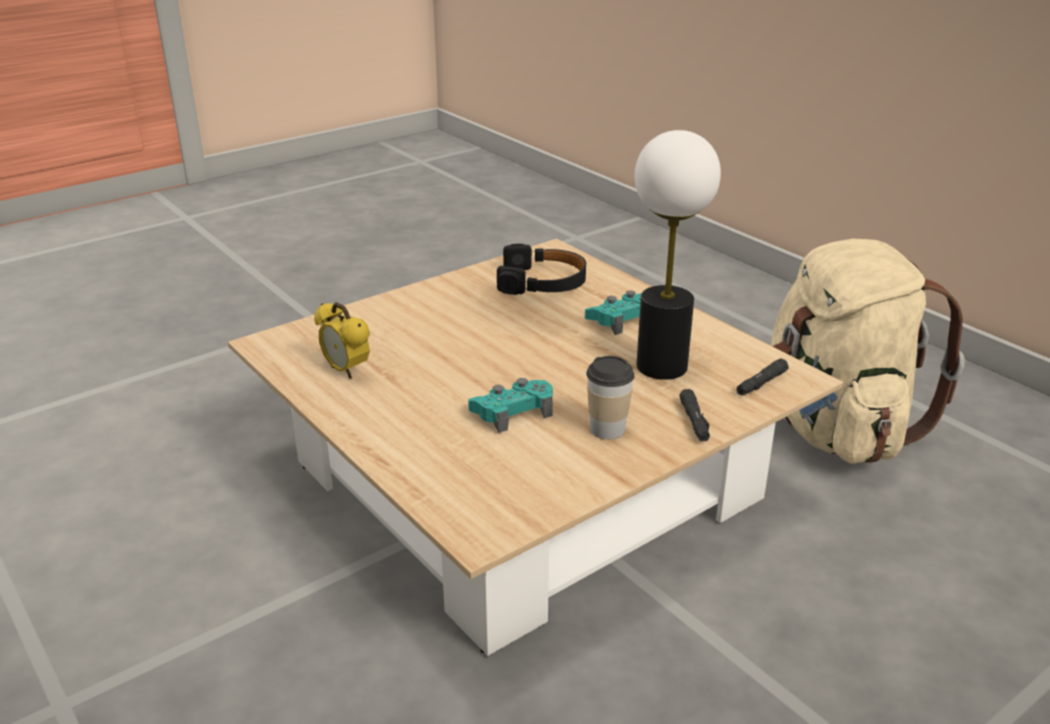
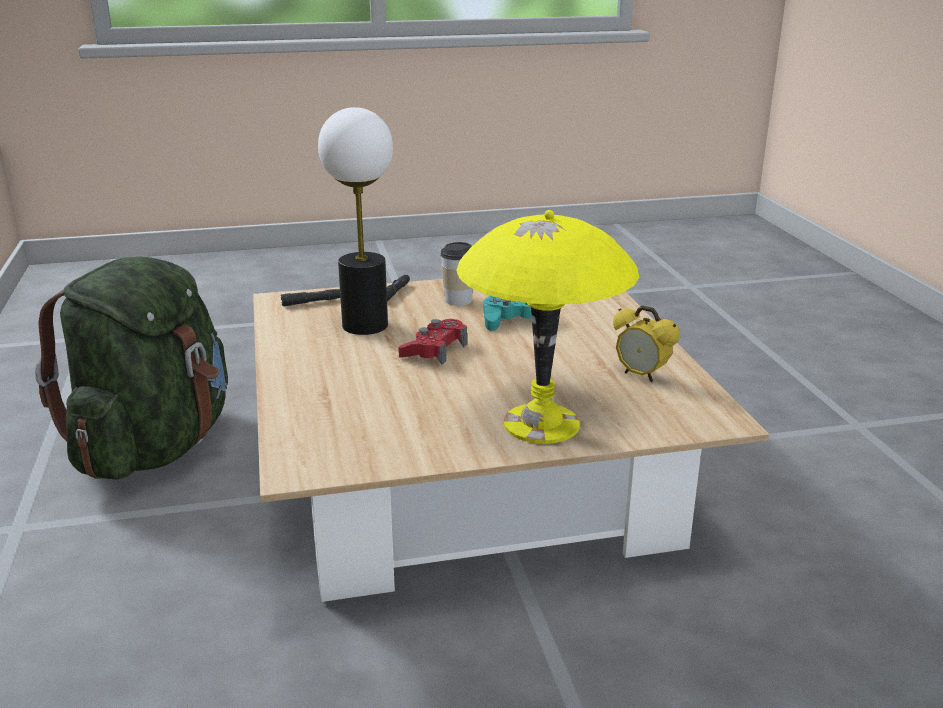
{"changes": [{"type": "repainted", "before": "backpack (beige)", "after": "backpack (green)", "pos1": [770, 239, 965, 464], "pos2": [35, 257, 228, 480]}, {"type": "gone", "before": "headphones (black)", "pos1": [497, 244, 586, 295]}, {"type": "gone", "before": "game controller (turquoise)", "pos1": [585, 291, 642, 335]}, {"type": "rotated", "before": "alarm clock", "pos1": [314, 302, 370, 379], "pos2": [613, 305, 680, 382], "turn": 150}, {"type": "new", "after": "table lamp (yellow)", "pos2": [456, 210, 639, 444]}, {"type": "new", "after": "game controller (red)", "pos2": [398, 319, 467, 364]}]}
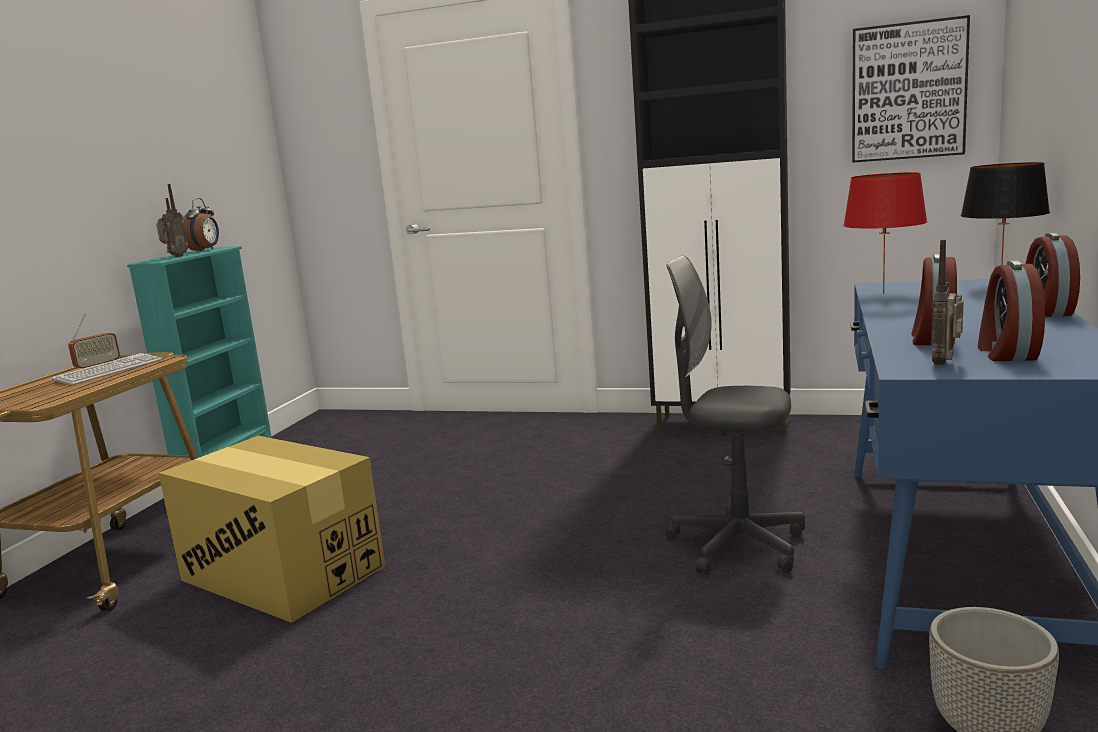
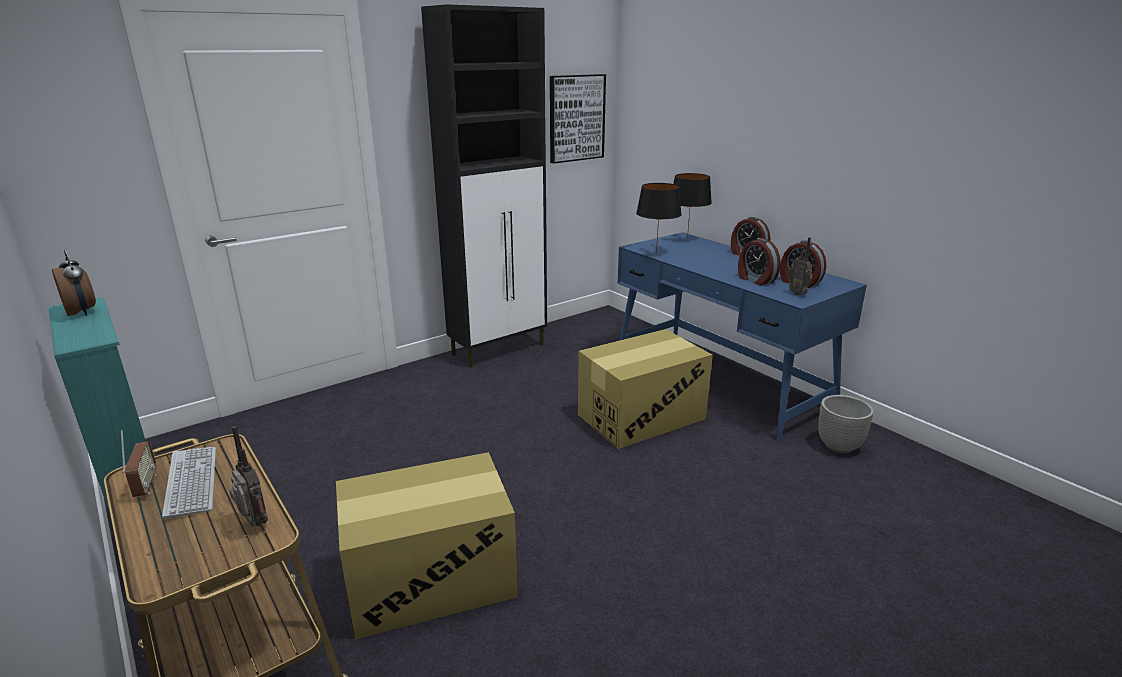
{"changes": [{"type": "repainted", "before": "table lamp (red)", "after": "table lamp (black)", "pos1": [843, 172, 927, 294], "pos2": [636, 183, 682, 253]}, {"type": "shifted", "before": "radio", "pos1": [156, 184, 188, 257], "pos2": [229, 426, 268, 527]}, {"type": "swapped", "before": "office chair (grey)", "after": "cardboard box", "pos1": [665, 256, 805, 575], "pos2": [578, 329, 713, 449]}]}
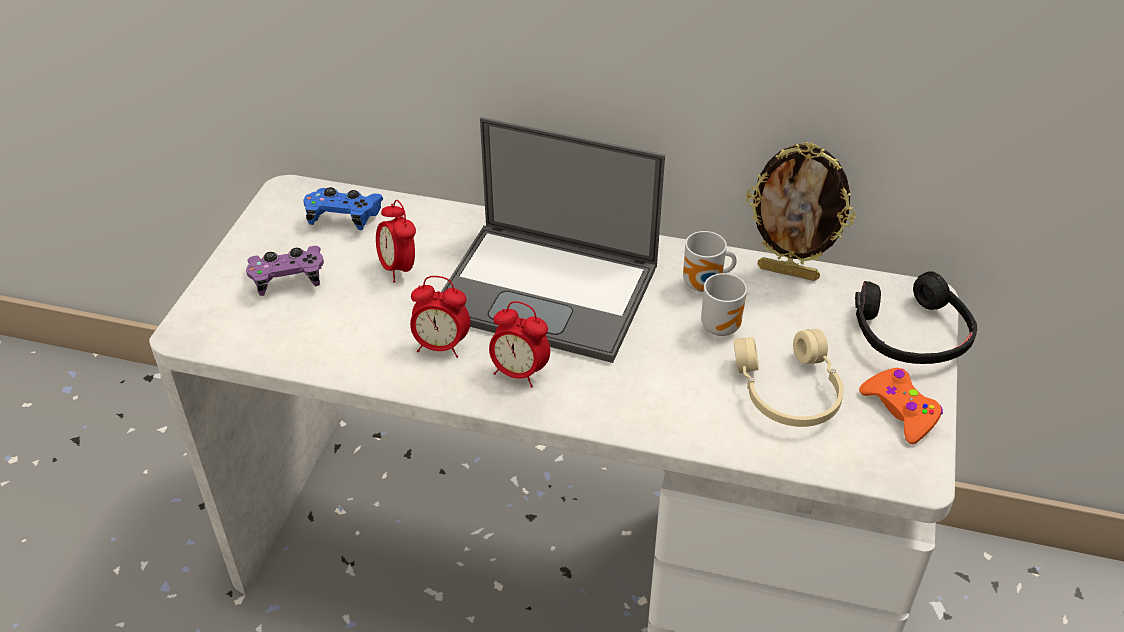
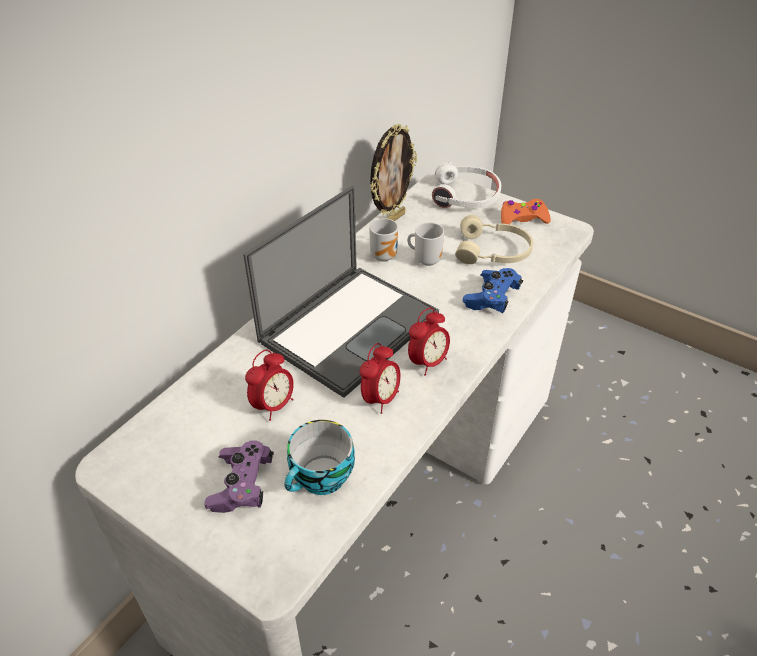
{"changes": [{"type": "shifted", "before": "game controller (blue)", "pos1": [303, 187, 384, 230], "pos2": [463, 268, 523, 313]}, {"type": "rotated", "before": "alarm clock", "pos1": [376, 200, 416, 282], "pos2": [245, 349, 294, 421], "turn": -45}, {"type": "repainted", "before": "headphones (black)", "after": "headphones (white)", "pos1": [855, 271, 977, 364], "pos2": [432, 162, 501, 208]}, {"type": "new", "after": "cup", "pos2": [284, 420, 355, 495]}]}
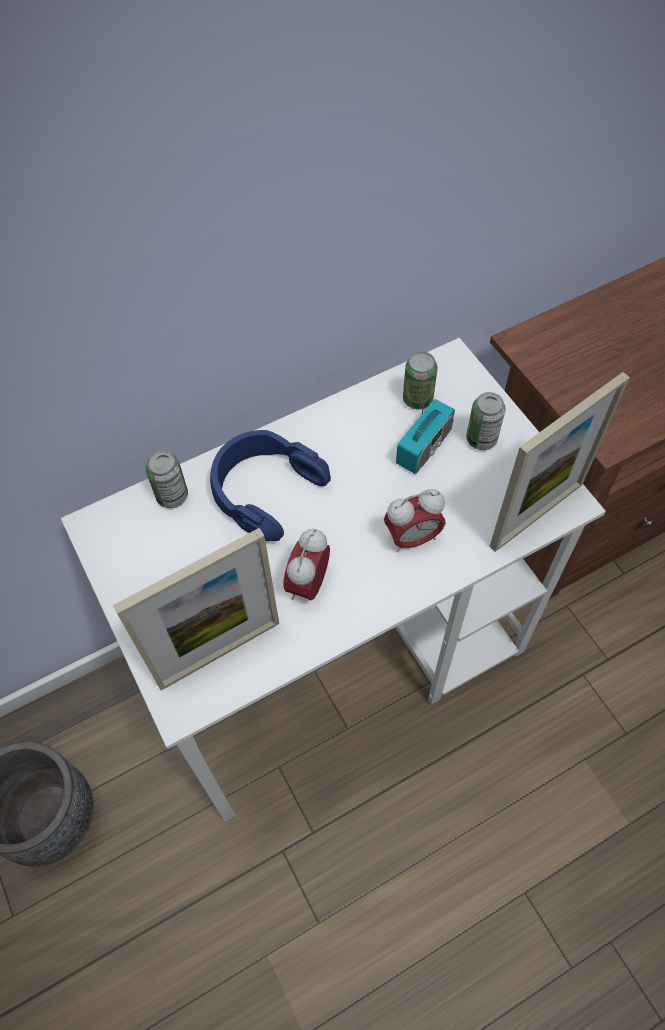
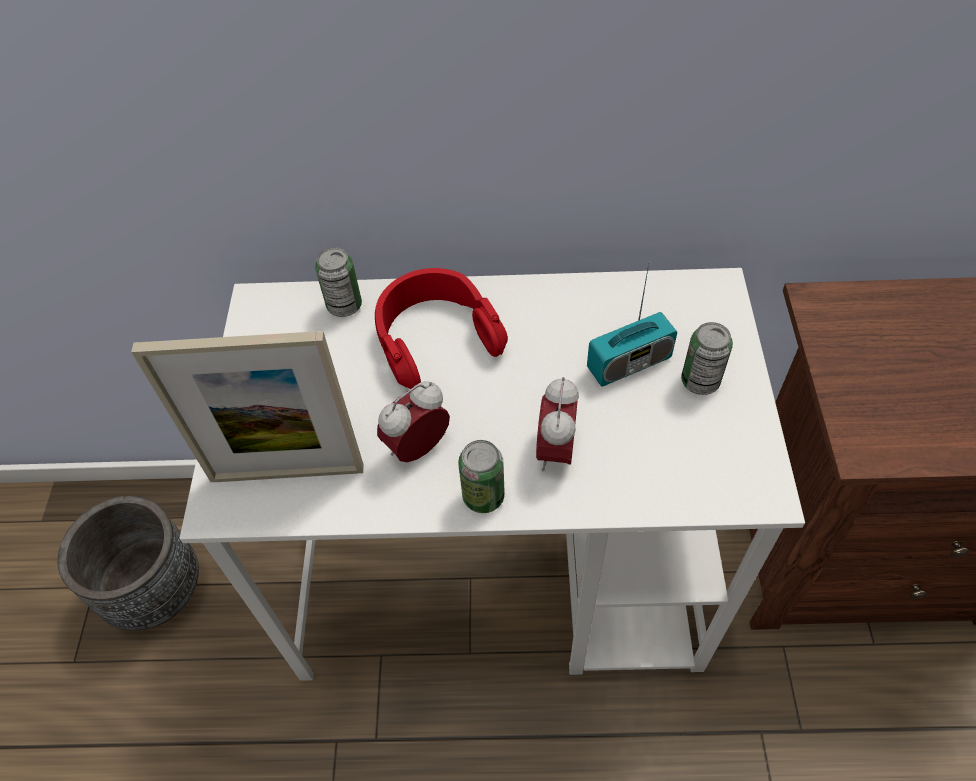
{"changes": [{"type": "shifted", "before": "can", "pos1": [403, 352, 438, 410], "pos2": [458, 440, 505, 513]}, {"type": "gone", "before": "picture frame", "pos1": [489, 372, 630, 552]}, {"type": "repainted", "before": "headphones (blue)", "after": "headphones (red)", "pos1": [210, 430, 331, 541], "pos2": [375, 268, 508, 389]}, {"type": "rotated", "before": "alarm clock", "pos1": [384, 489, 446, 552], "pos2": [536, 377, 579, 471], "turn": 90}]}
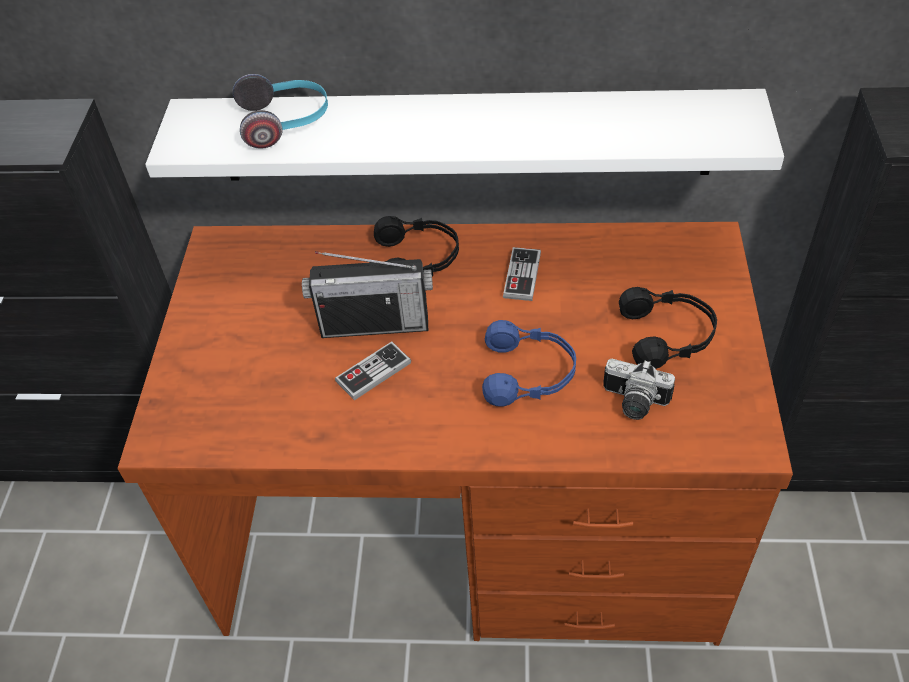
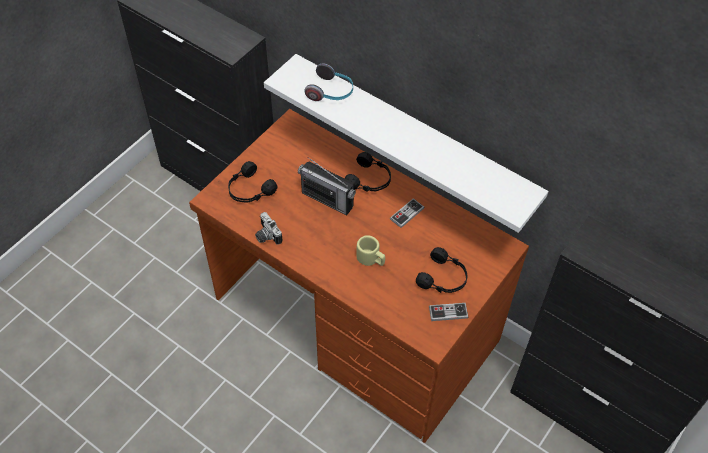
{"changes": [{"type": "swapped", "before": "headphones (blue)", "after": "mug (beige)", "pos1": [482, 320, 576, 406], "pos2": [356, 235, 385, 266]}, {"type": "shifted", "before": "game controller", "pos1": [335, 341, 411, 400], "pos2": [429, 303, 468, 321]}, {"type": "shifted", "before": "photo camera", "pos1": [603, 358, 675, 420], "pos2": [255, 212, 282, 245]}, {"type": "new", "after": "headphones (black)", "pos2": [228, 161, 278, 202]}]}
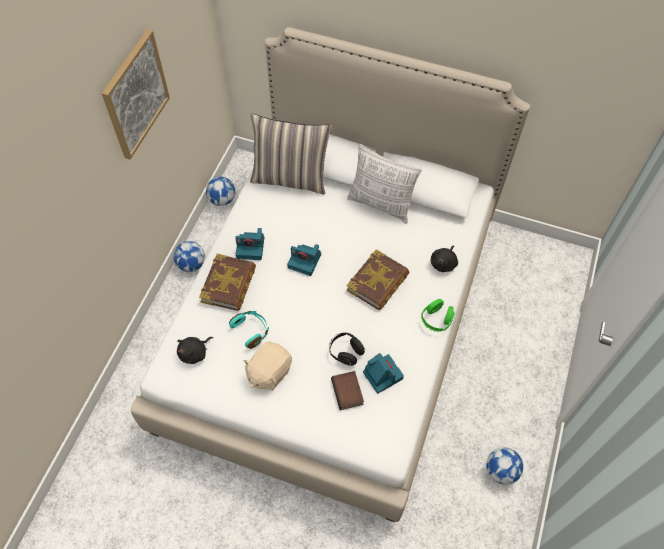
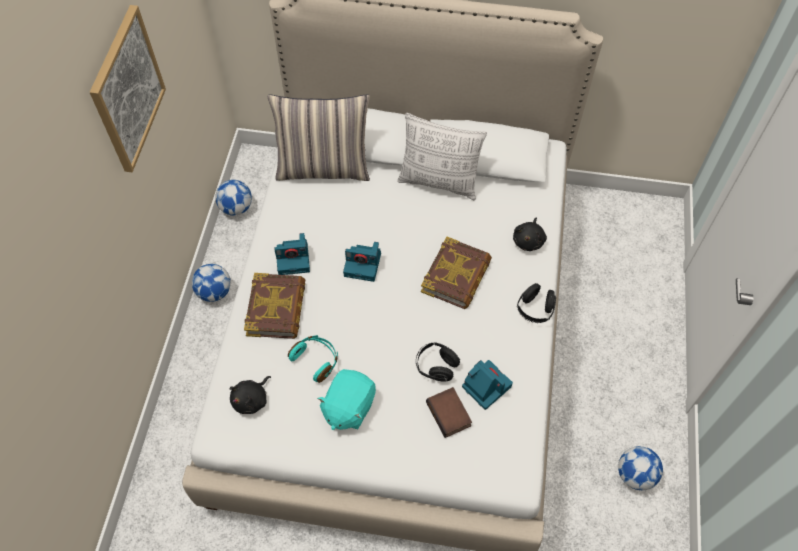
{"changes": [{"type": "repainted", "before": "headphones (green)", "after": "headphones (black)", "pos1": [421, 299, 455, 332], "pos2": [517, 283, 556, 323]}, {"type": "repainted", "before": "plush toy (beige)", "after": "plush toy (turquoise)", "pos1": [243, 341, 292, 391], "pos2": [317, 369, 376, 430]}]}
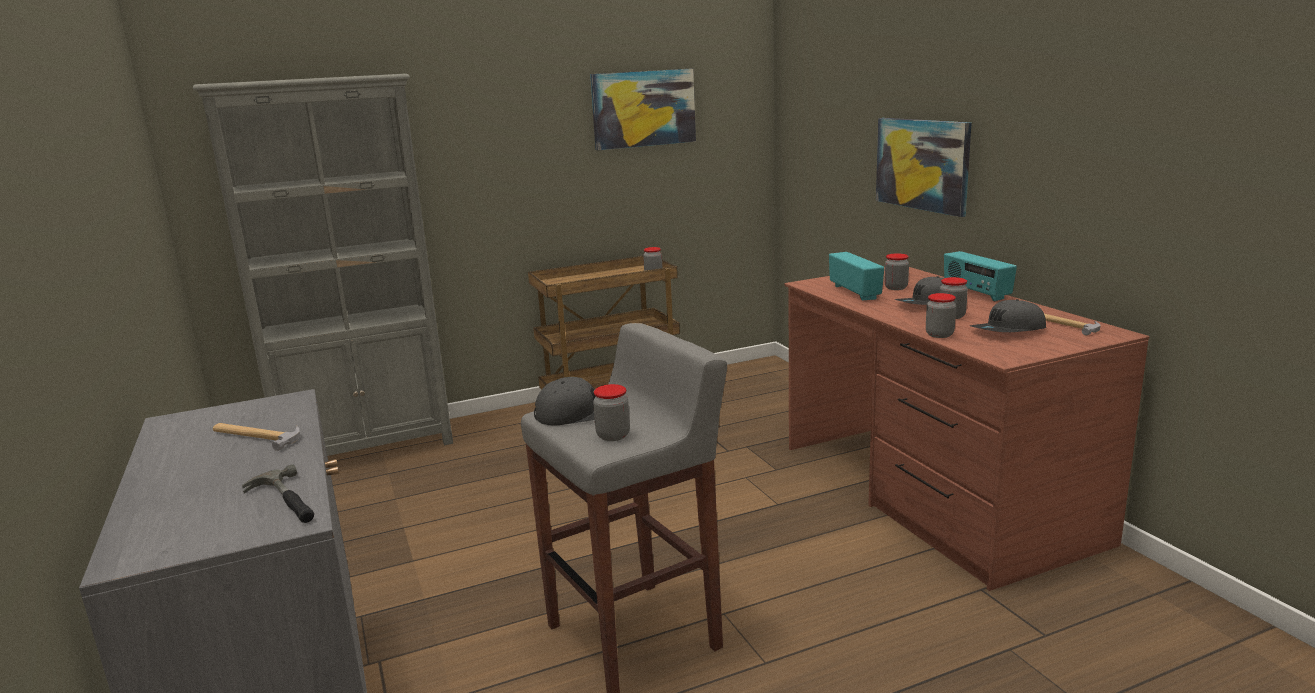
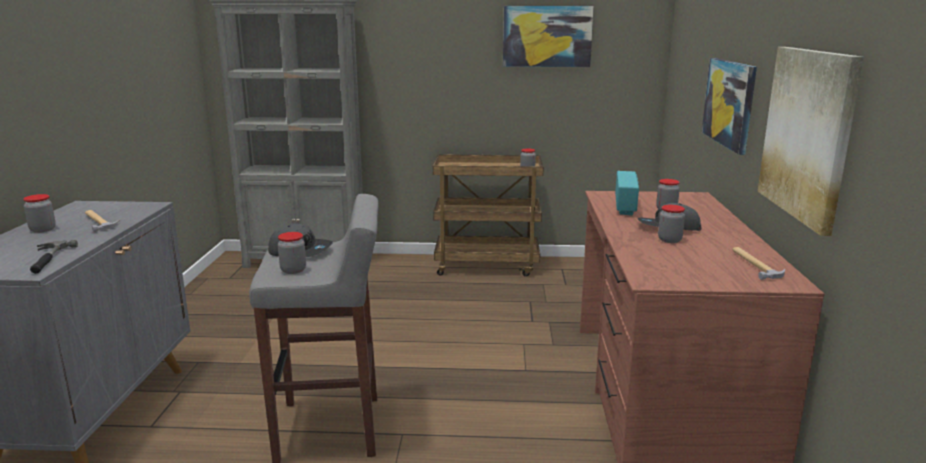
{"changes": [{"type": "gone", "before": "radio", "pos1": [944, 251, 1017, 301]}, {"type": "shifted", "before": "jar", "pos1": [926, 293, 956, 338], "pos2": [23, 194, 56, 233]}, {"type": "gone", "before": "cap (grey)", "pos1": [970, 299, 1046, 332]}, {"type": "new", "after": "picture", "pos2": [758, 47, 864, 236]}]}
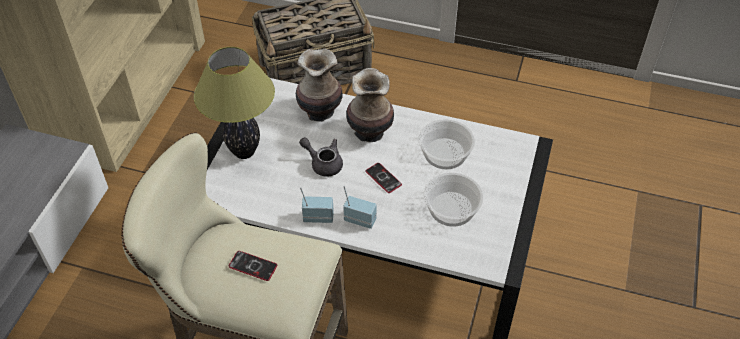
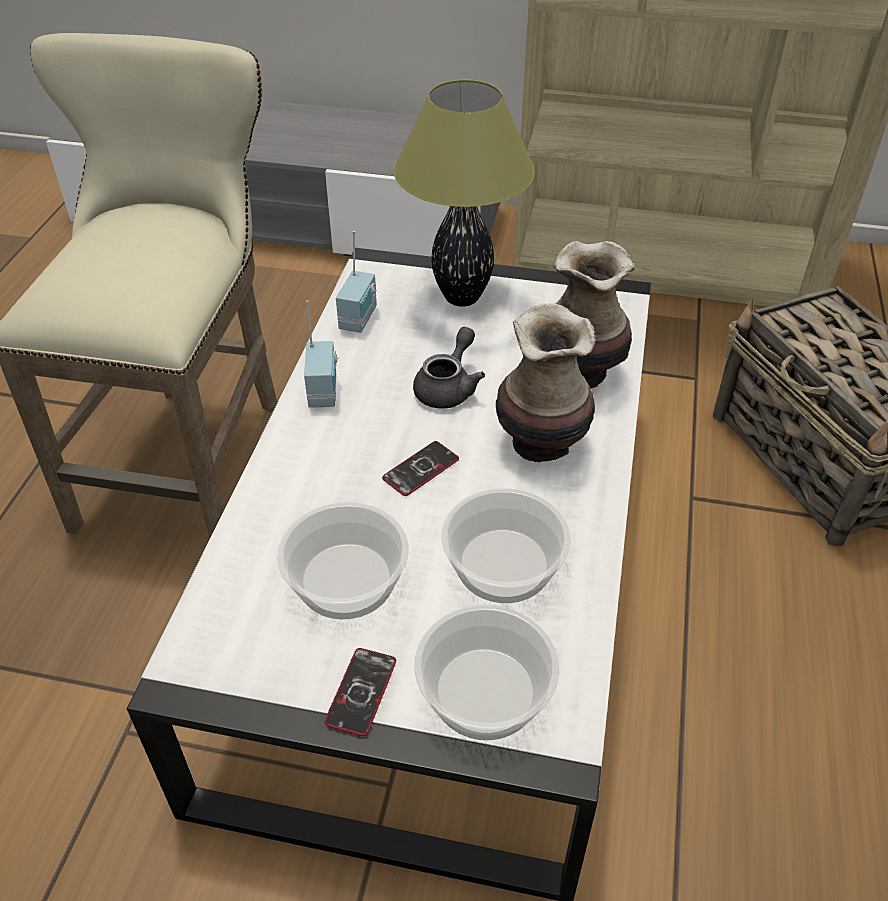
{"changes": [{"type": "shifted", "before": "radio", "pos1": [343, 186, 377, 229], "pos2": [336, 231, 377, 333]}, {"type": "shifted", "before": "phone", "pos1": [229, 251, 278, 281], "pos2": [325, 648, 396, 736]}, {"type": "new", "after": "bowl", "pos2": [414, 605, 559, 740]}]}
